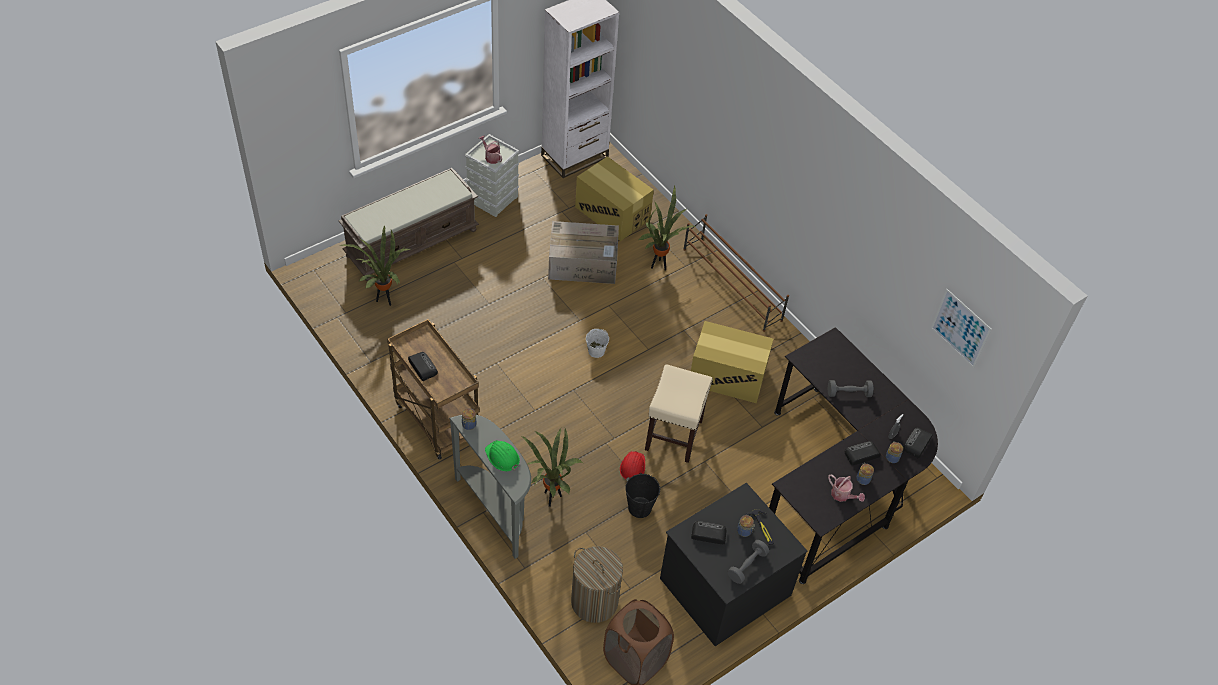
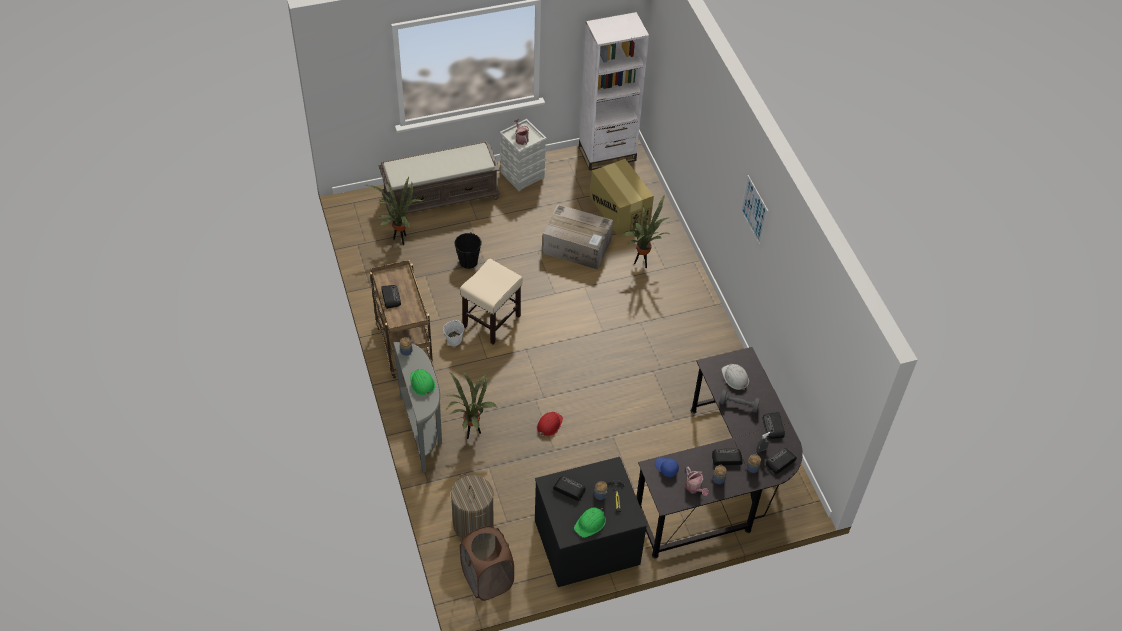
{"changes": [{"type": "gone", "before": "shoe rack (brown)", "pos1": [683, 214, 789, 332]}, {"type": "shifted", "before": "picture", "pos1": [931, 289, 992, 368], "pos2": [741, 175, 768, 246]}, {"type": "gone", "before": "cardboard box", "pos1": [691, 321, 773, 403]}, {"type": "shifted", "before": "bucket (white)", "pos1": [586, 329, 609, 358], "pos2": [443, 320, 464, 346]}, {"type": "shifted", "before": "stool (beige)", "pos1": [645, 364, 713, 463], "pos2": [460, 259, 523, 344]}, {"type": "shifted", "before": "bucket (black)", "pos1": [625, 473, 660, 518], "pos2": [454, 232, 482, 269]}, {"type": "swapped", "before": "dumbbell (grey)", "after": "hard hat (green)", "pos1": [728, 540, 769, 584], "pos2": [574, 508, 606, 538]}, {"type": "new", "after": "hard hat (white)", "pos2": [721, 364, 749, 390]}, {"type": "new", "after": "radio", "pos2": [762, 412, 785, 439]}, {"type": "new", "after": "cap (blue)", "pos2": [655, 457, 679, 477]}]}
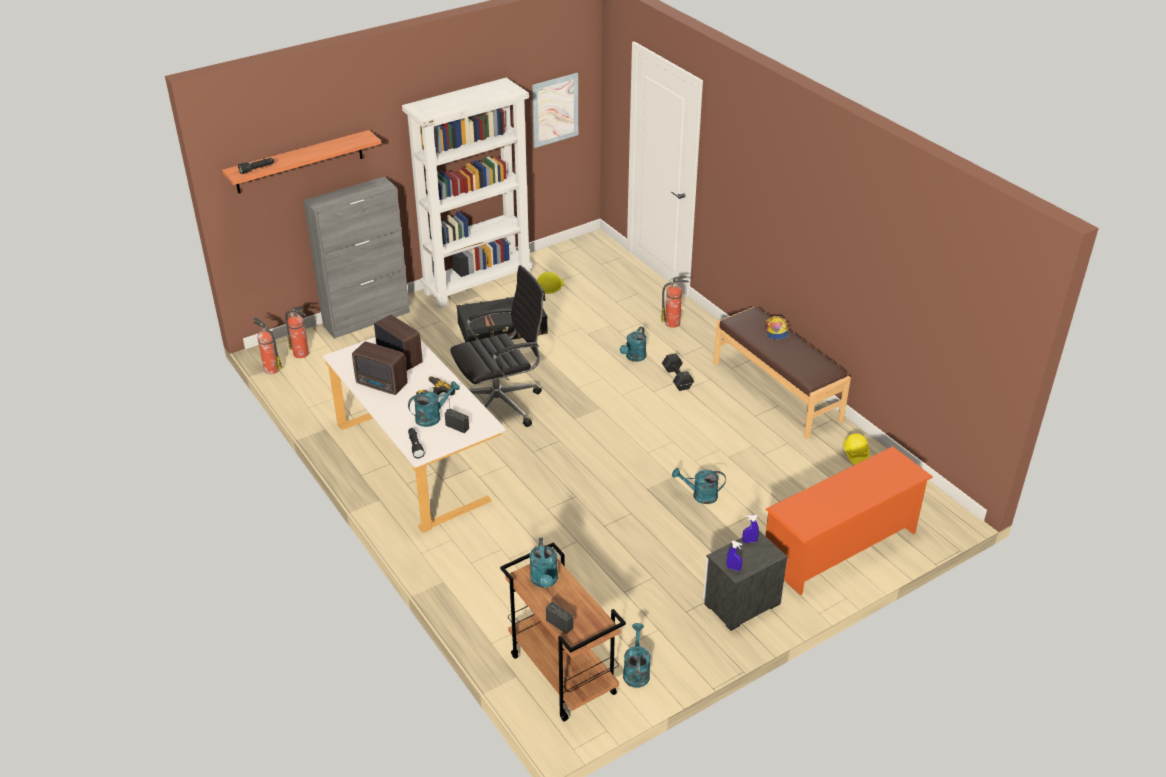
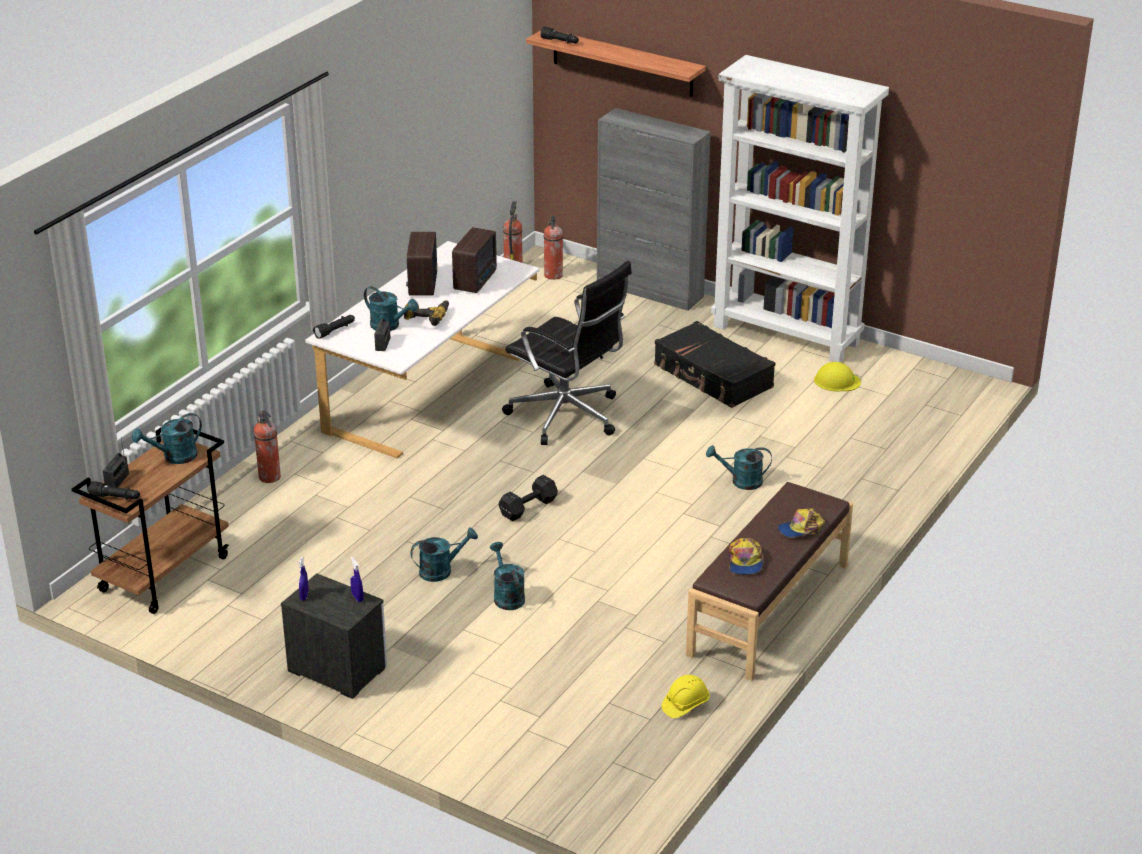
{"changes": [{"type": "gone", "before": "picture", "pos1": [532, 73, 578, 148]}, {"type": "shifted", "before": "fire extinguisher", "pos1": [661, 276, 689, 328], "pos2": [254, 410, 281, 483]}, {"type": "shifted", "before": "dumbbell (black)", "pos1": [662, 354, 694, 391], "pos2": [499, 475, 558, 521]}, {"type": "gone", "before": "shoe rack (orange)", "pos1": [765, 446, 933, 595]}, {"type": "shifted", "before": "watering can (turquoise)", "pos1": [623, 623, 651, 688], "pos2": [411, 528, 478, 582]}, {"type": "new", "after": "flashlight (black)", "pos2": [88, 481, 140, 500]}, {"type": "new", "after": "cap", "pos2": [728, 538, 764, 575]}]}
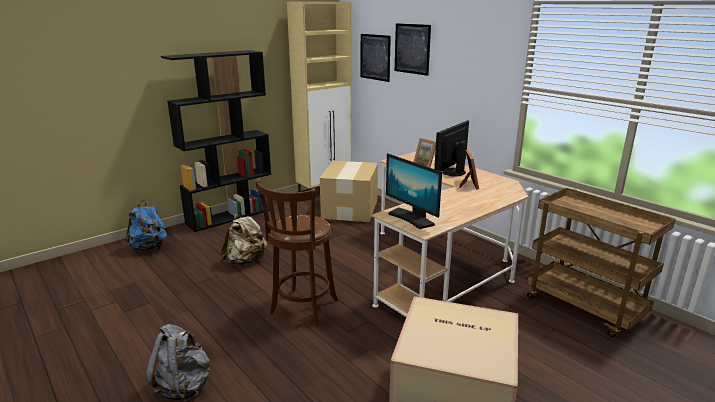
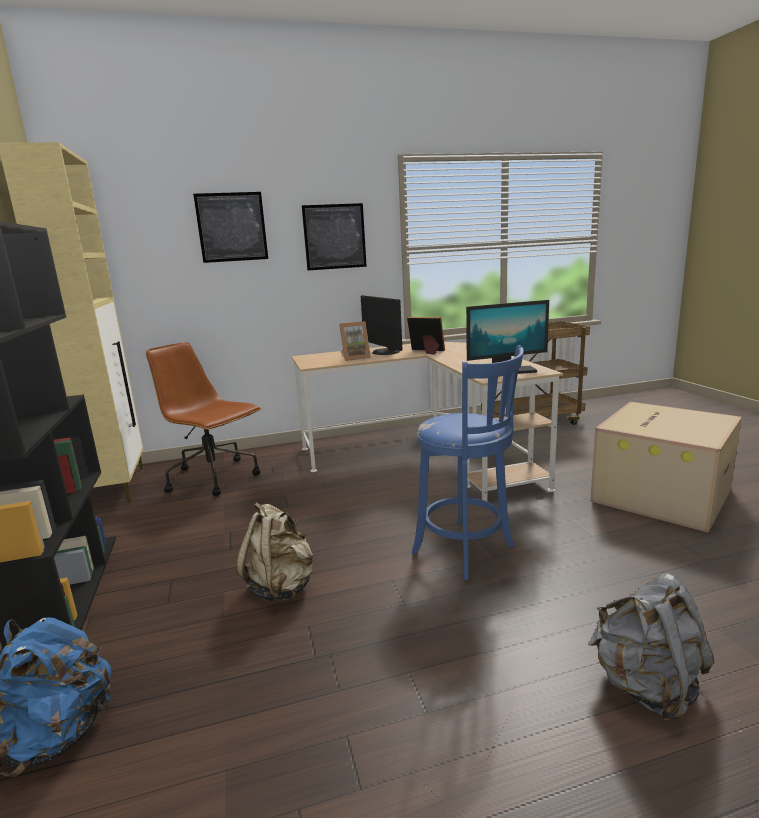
{"changes": [{"type": "shifted", "before": "picture", "pos1": [361, 34, 391, 82], "pos2": [302, 203, 367, 270]}, {"type": "swapped", "before": "cardboard box", "after": "office chair (brown)", "pos1": [320, 161, 378, 222], "pos2": [146, 342, 261, 496]}, {"type": "repainted", "before": "stool (brown)", "after": "stool (blue)", "pos1": [256, 180, 338, 326], "pos2": [412, 345, 524, 580]}]}
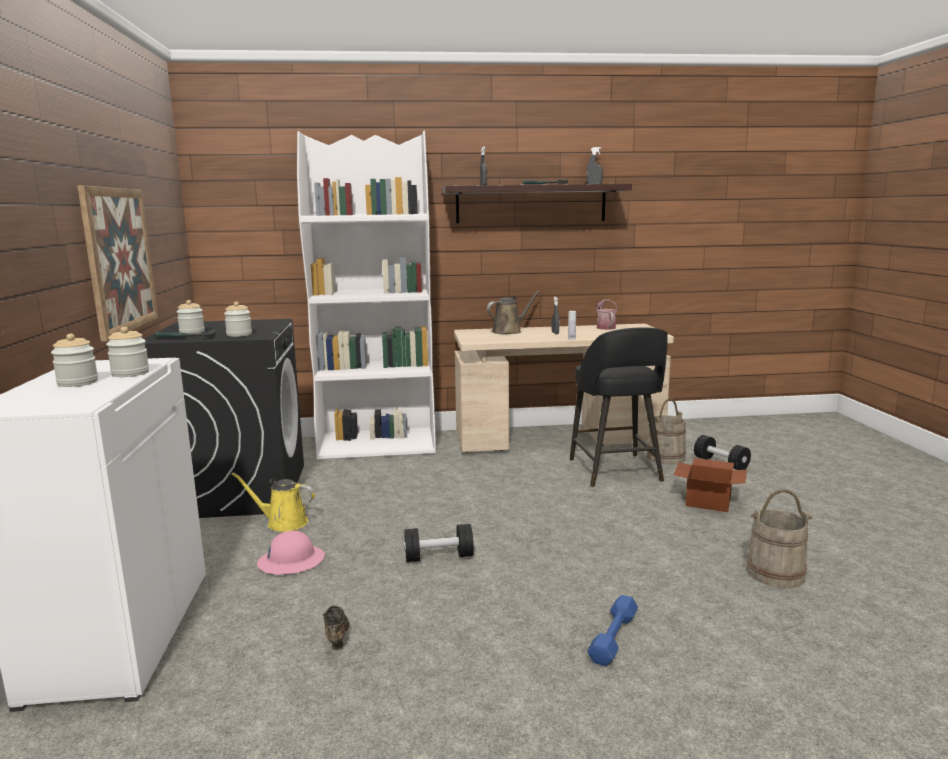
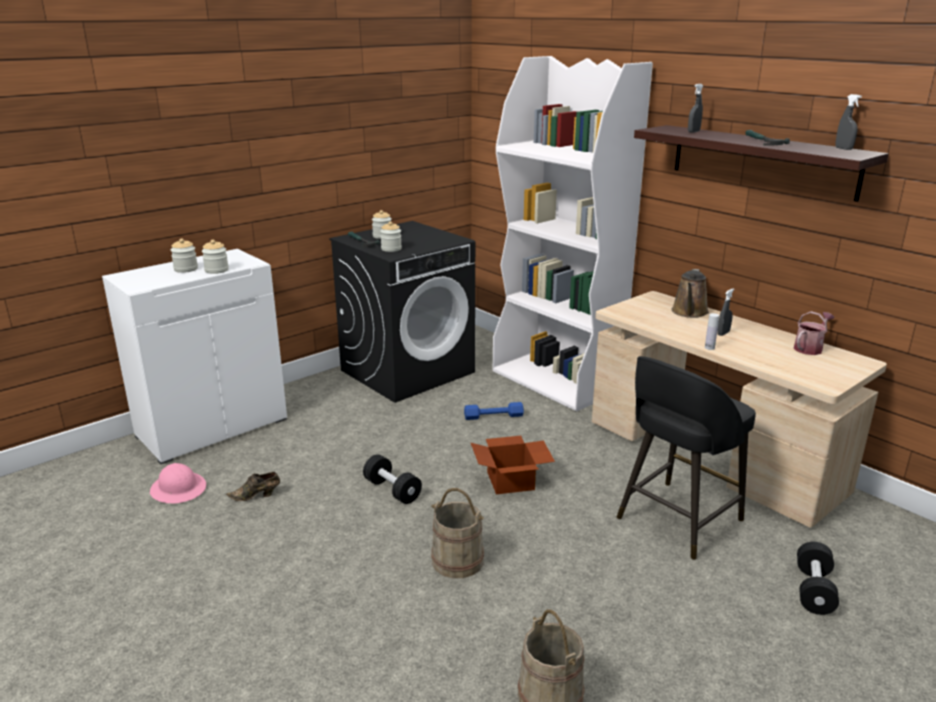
{"changes": [{"type": "gone", "before": "picture", "pos1": [77, 185, 158, 341]}, {"type": "rotated", "before": "watering can (brown)", "pos1": [487, 290, 540, 334], "pos2": [671, 269, 709, 318], "turn": 90}, {"type": "shifted", "before": "bucket (beige)", "pos1": [647, 398, 686, 464], "pos2": [431, 488, 484, 578]}, {"type": "shifted", "before": "cardboard box", "pos1": [674, 458, 747, 512], "pos2": [470, 436, 555, 494]}, {"type": "gone", "before": "watering can (yellow)", "pos1": [231, 473, 315, 532]}, {"type": "shifted", "before": "hard hat (pink)", "pos1": [257, 531, 325, 575], "pos2": [150, 463, 206, 503]}, {"type": "shifted", "before": "dumbbell (blue)", "pos1": [587, 595, 638, 666], "pos2": [464, 402, 524, 420]}, {"type": "rotated", "before": "shoe (brown)", "pos1": [323, 606, 350, 650], "pos2": [226, 472, 280, 501], "turn": -150}]}
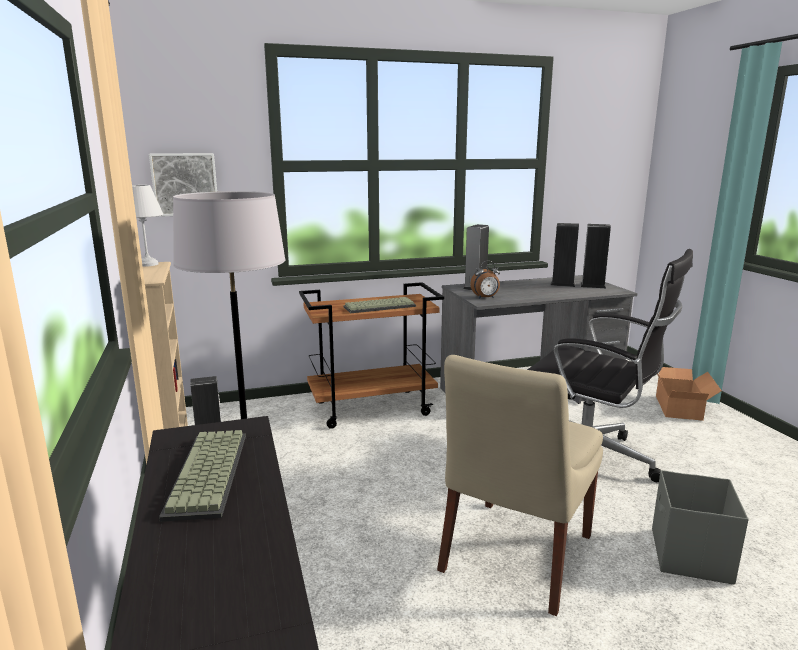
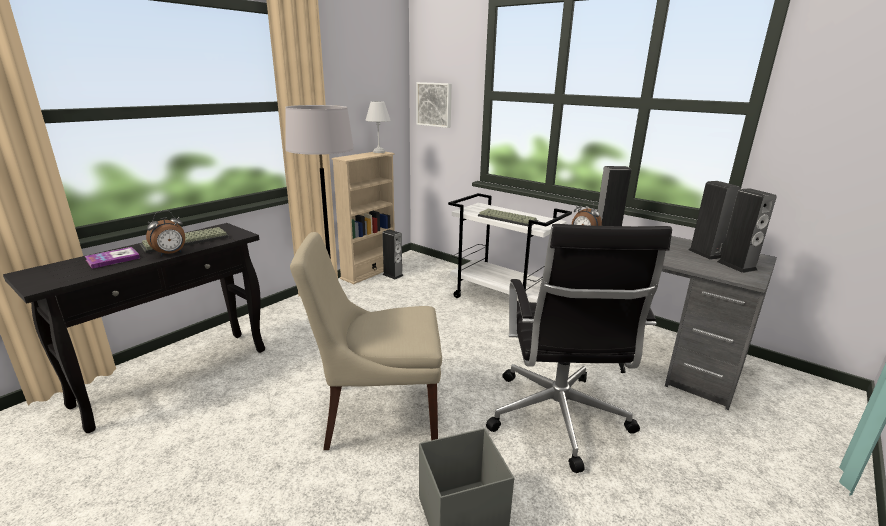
{"changes": [{"type": "repainted", "before": "cart (brown)", "after": "cart (white)", "pos1": [299, 282, 444, 429], "pos2": [448, 193, 572, 303]}, {"type": "gone", "before": "cardboard box", "pos1": [656, 367, 722, 421]}, {"type": "new", "after": "alarm clock", "pos2": [146, 210, 185, 256]}, {"type": "new", "after": "book", "pos2": [85, 247, 140, 269]}]}
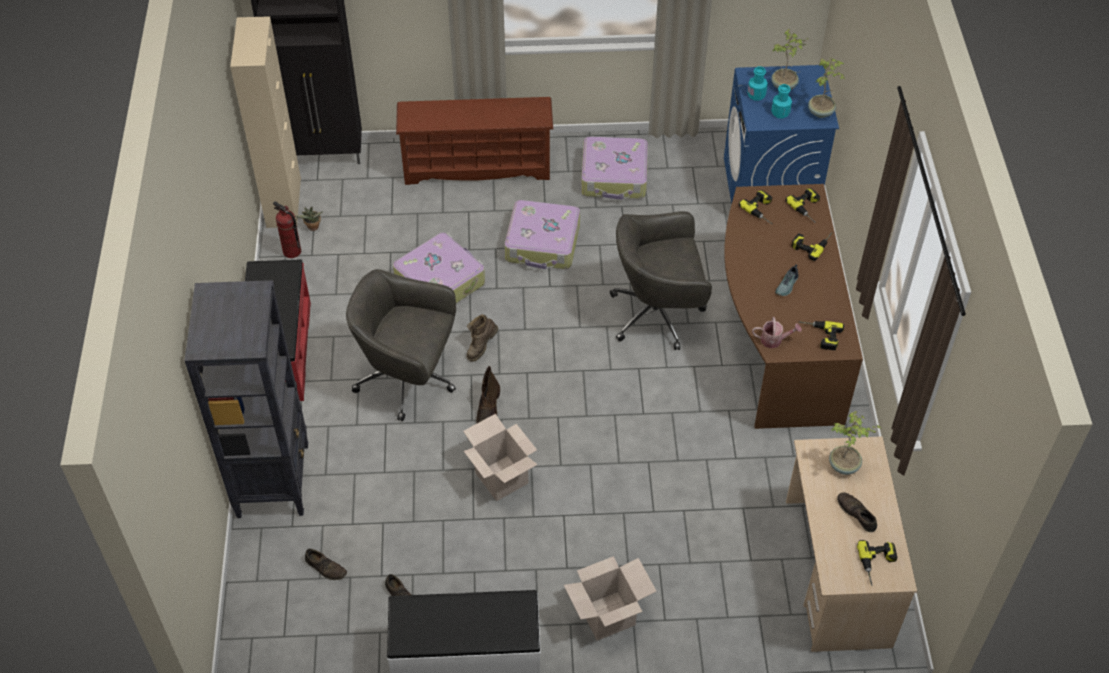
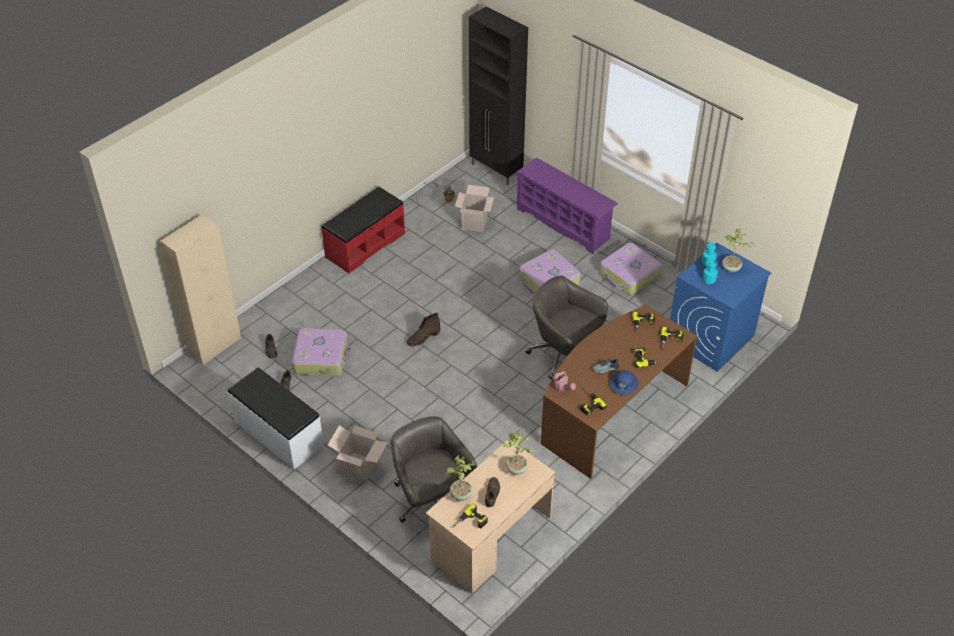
{"changes": [{"type": "shifted", "before": "cabinet (beige)", "pos1": [230, 16, 301, 228], "pos2": [160, 214, 241, 365]}, {"type": "shifted", "before": "potted plant", "pos1": [808, 58, 845, 118], "pos2": [446, 455, 477, 501]}, {"type": "repainted", "before": "shoe rack (brown)", "after": "shoe rack (purple)", "pos1": [396, 97, 553, 185], "pos2": [516, 158, 618, 254]}, {"type": "gone", "before": "fire extinguisher", "pos1": [273, 201, 301, 258]}, {"type": "shifted", "before": "suitcase", "pos1": [393, 233, 485, 303], "pos2": [292, 328, 351, 376]}, {"type": "shifted", "before": "office chair (grey)", "pos1": [346, 269, 456, 421], "pos2": [390, 416, 477, 523]}, {"type": "gone", "before": "bookcase (black)", "pos1": [184, 280, 308, 518]}, {"type": "gone", "before": "boot (brown)", "pos1": [466, 314, 498, 362]}, {"type": "shifted", "before": "cardboard box", "pos1": [463, 414, 538, 501], "pos2": [455, 185, 494, 232]}, {"type": "new", "after": "hard hat (blue)", "pos2": [609, 370, 639, 395]}]}
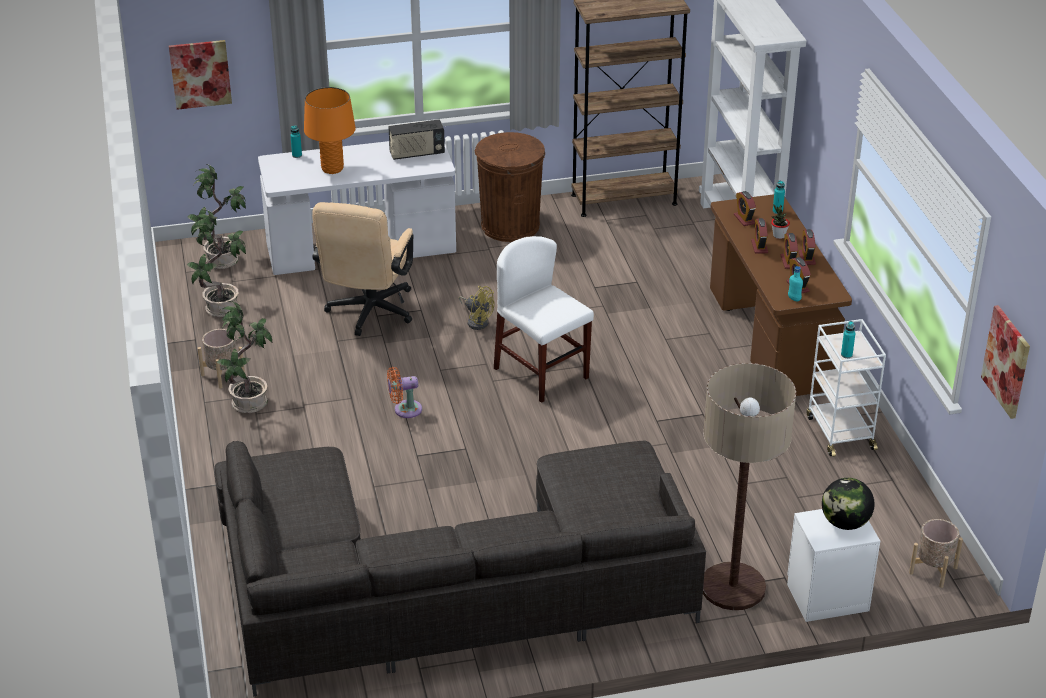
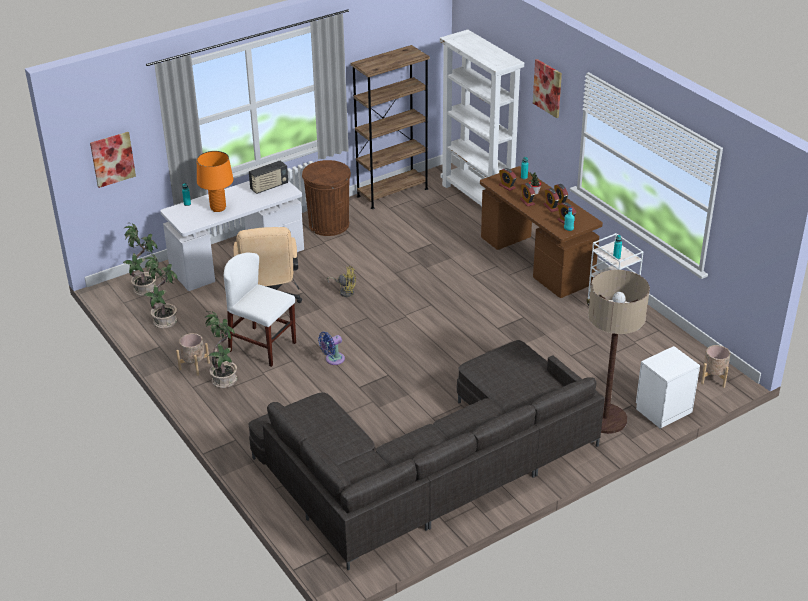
{"changes": [{"type": "shifted", "before": "chair (white)", "pos1": [494, 236, 594, 403], "pos2": [224, 253, 296, 367]}, {"type": "shifted", "before": "picture", "pos1": [981, 305, 1030, 419], "pos2": [533, 59, 562, 118]}, {"type": "repainted", "before": "fan (orange)", "after": "fan (blue)", "pos1": [387, 367, 422, 418], "pos2": [318, 332, 345, 365]}, {"type": "gone", "before": "globe", "pos1": [822, 478, 875, 530]}]}
